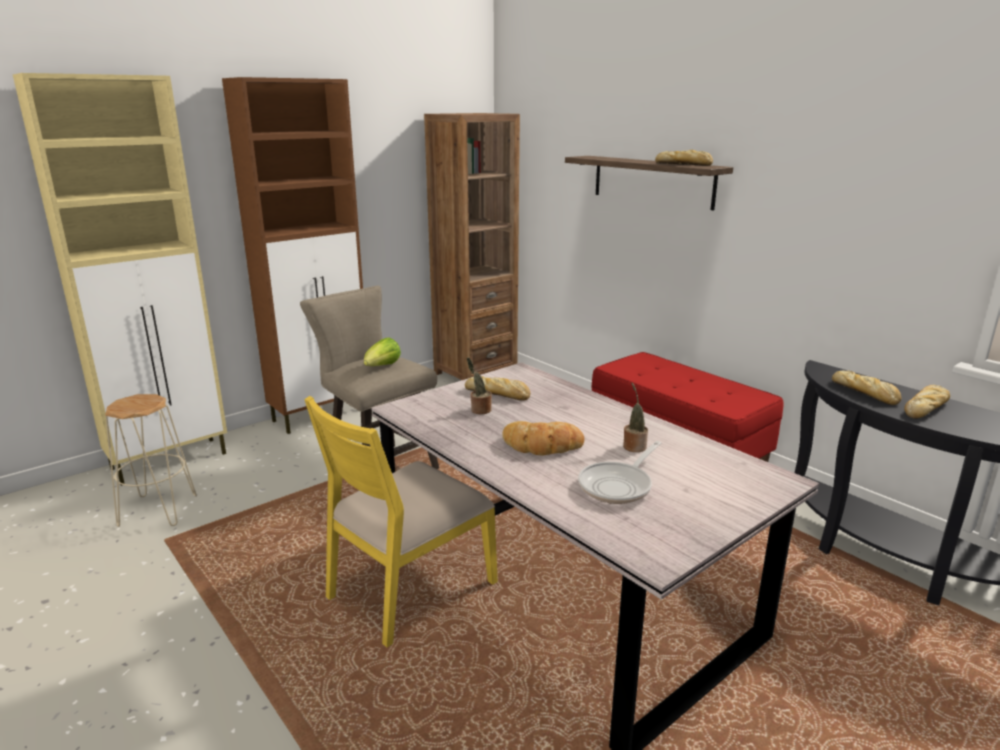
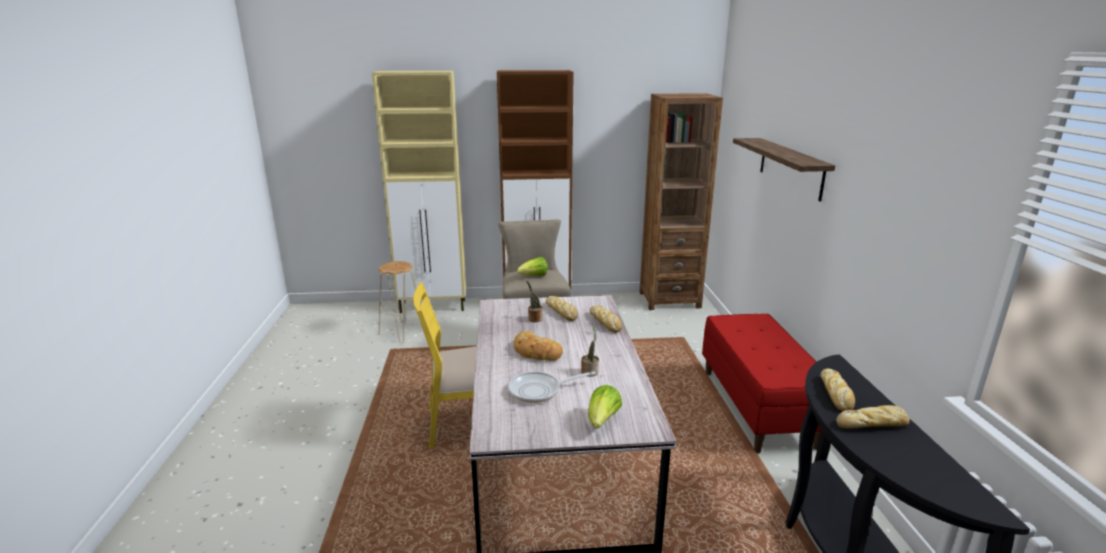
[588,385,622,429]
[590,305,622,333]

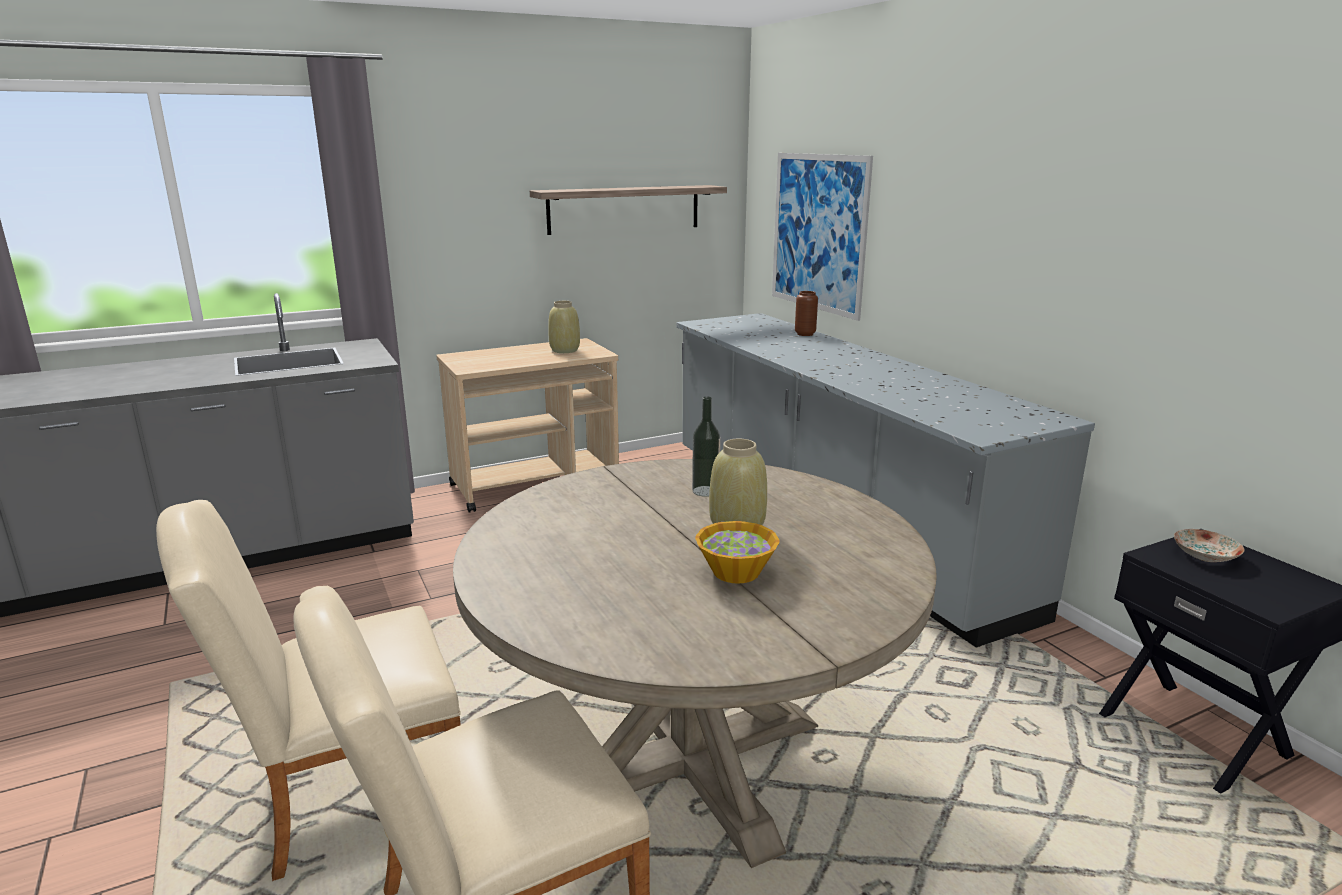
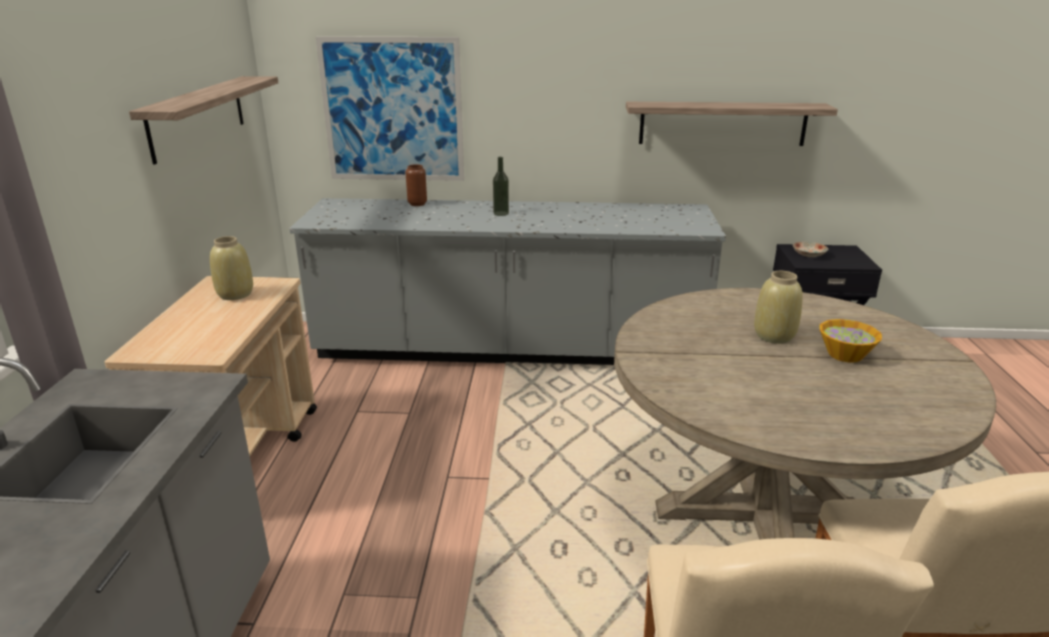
[626,102,838,146]
[493,157,509,216]

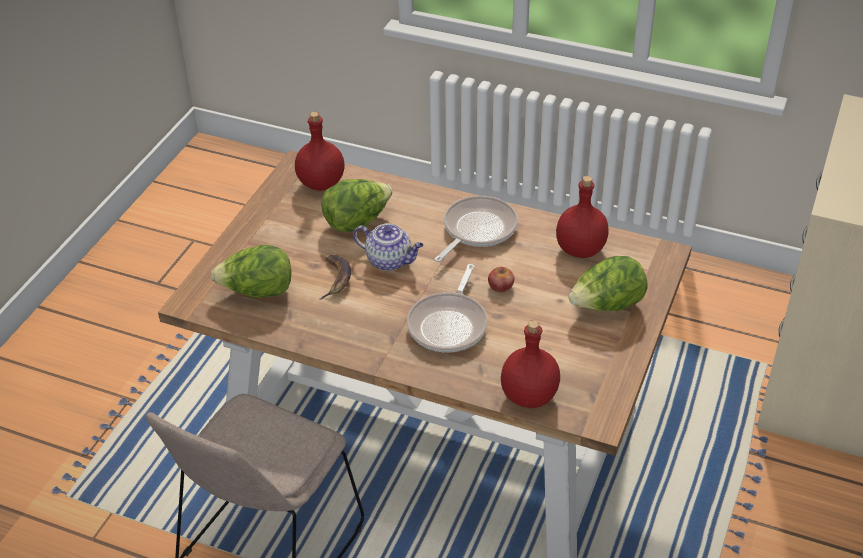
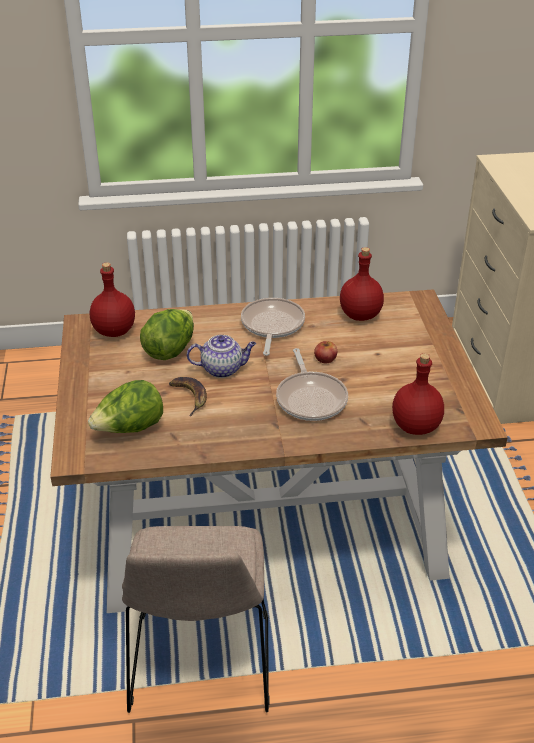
[568,256,647,311] (first image)

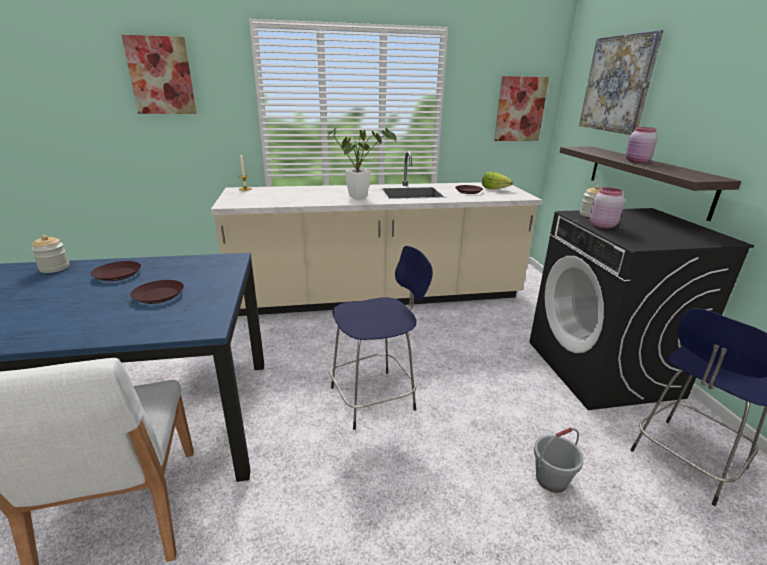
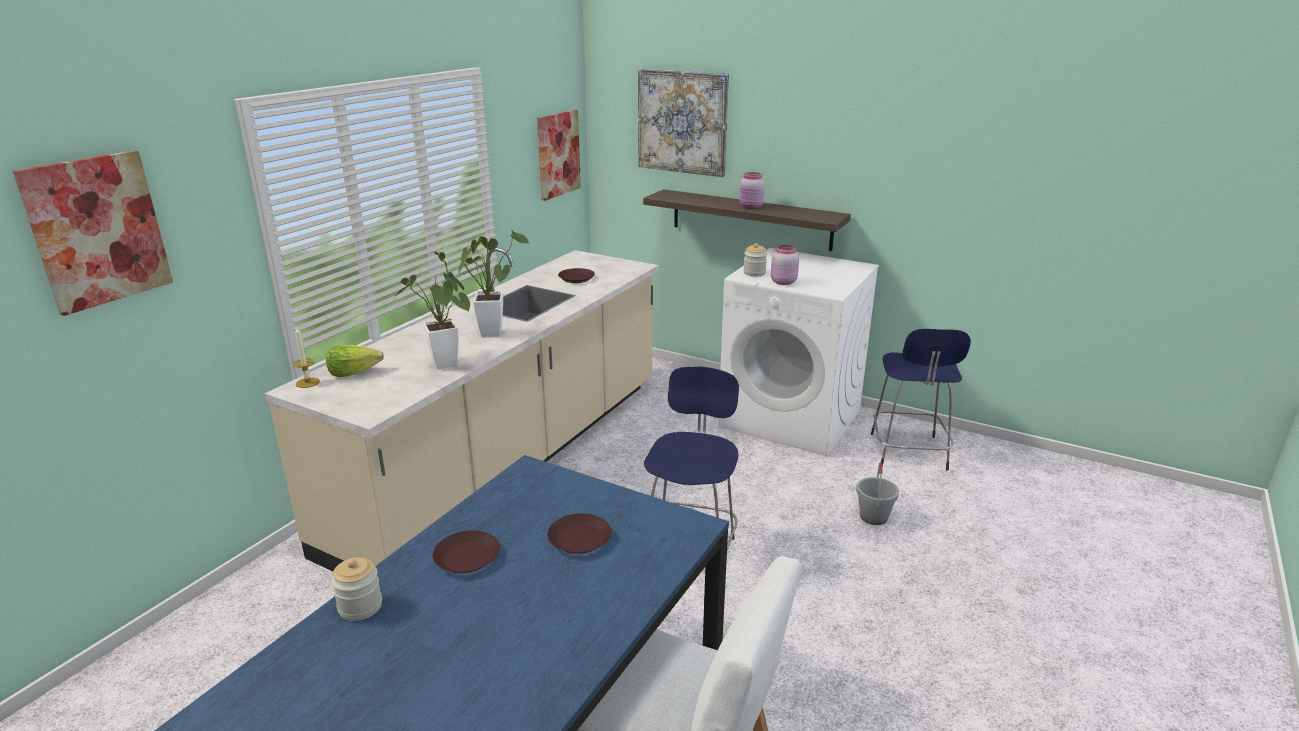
[393,252,470,369]
[326,345,384,377]
[718,248,879,456]

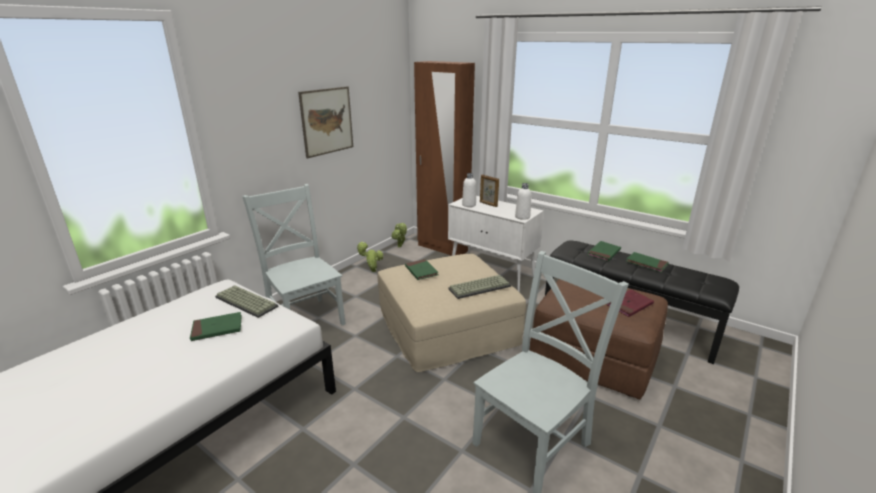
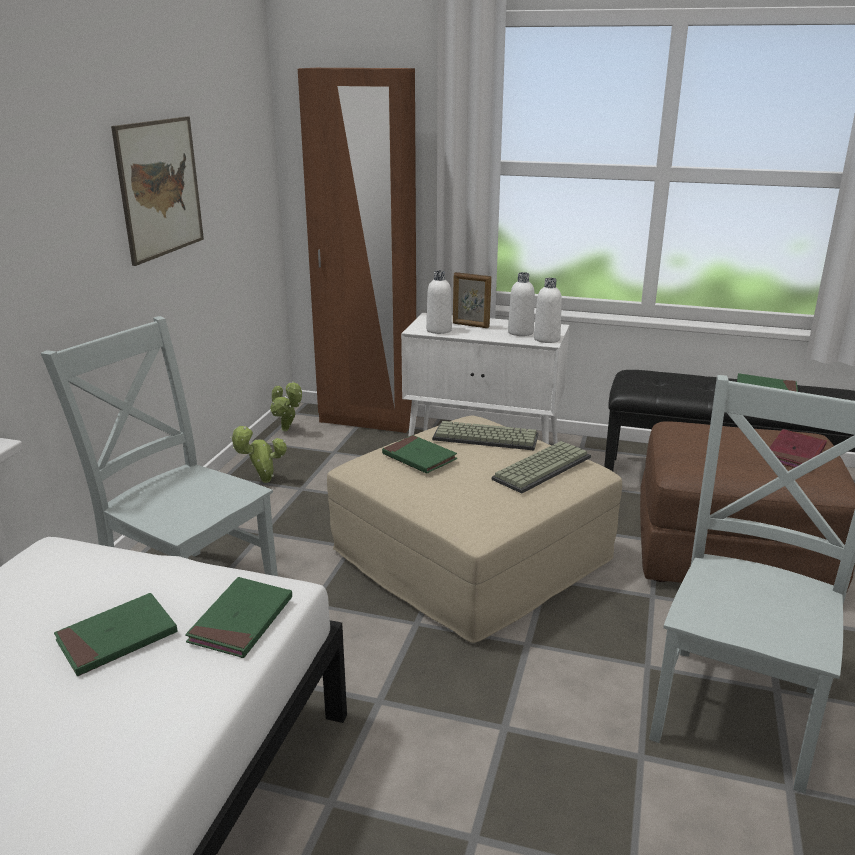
[508,272,535,336]
[432,421,539,450]
[185,577,292,658]

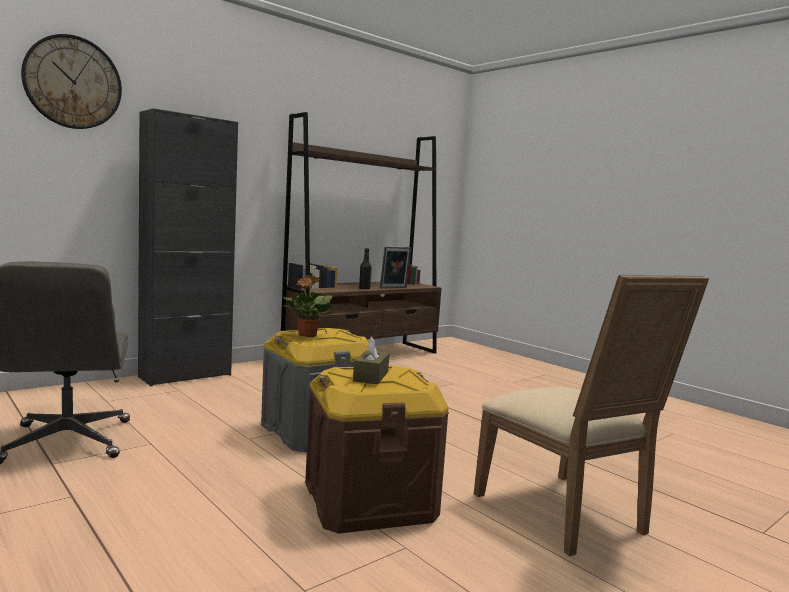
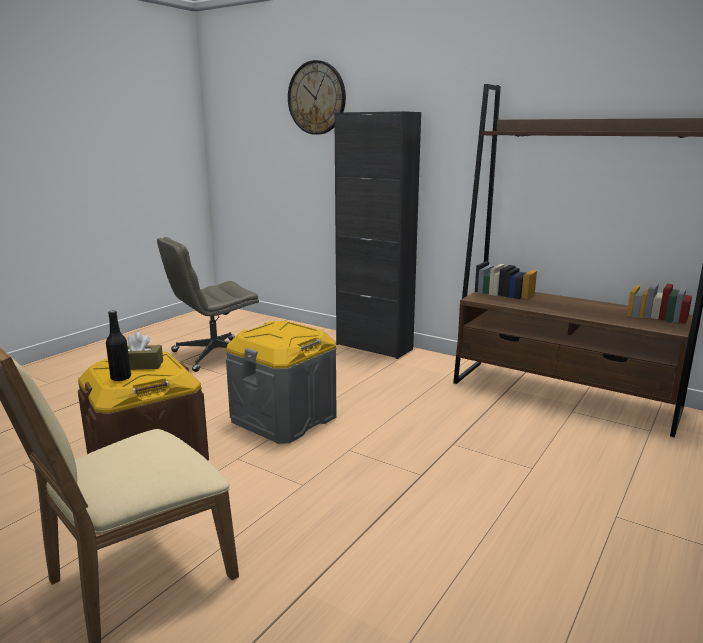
[283,275,332,337] (first image)
[380,246,412,288] (first image)
[106,310,131,381]

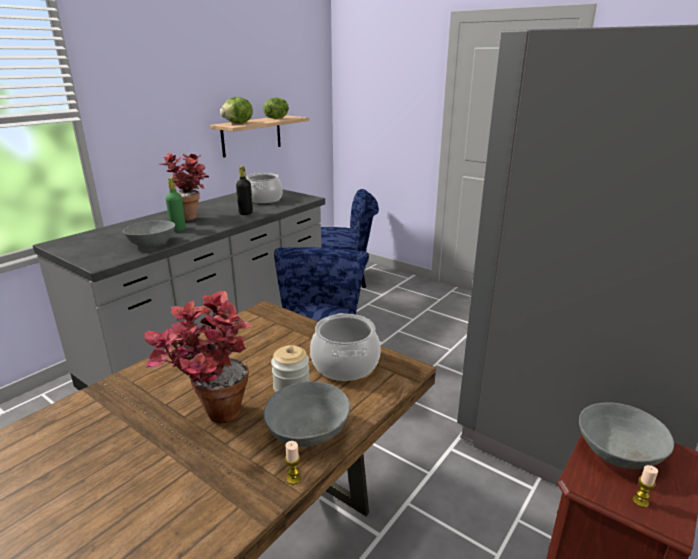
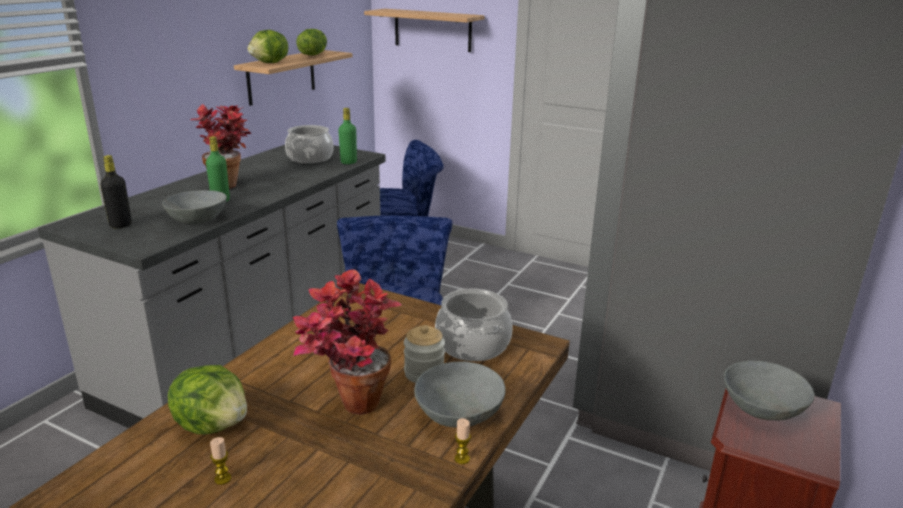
[168,365,247,435]
[339,108,357,164]
[364,9,485,52]
[100,155,132,228]
[210,437,231,485]

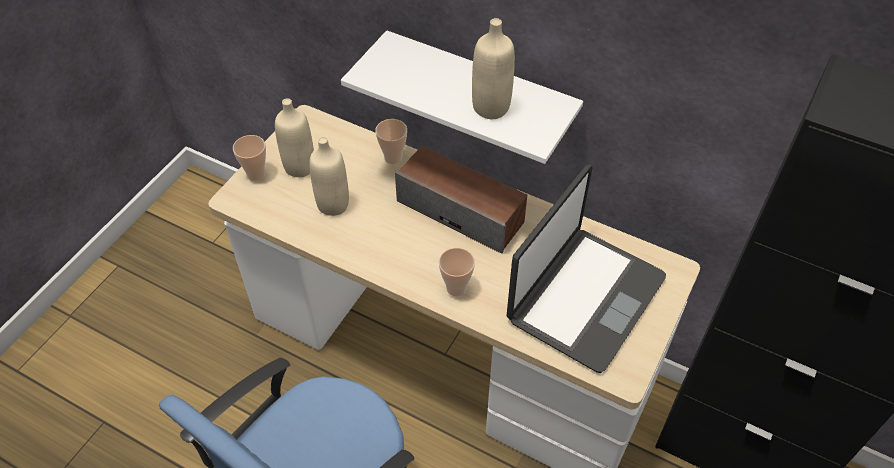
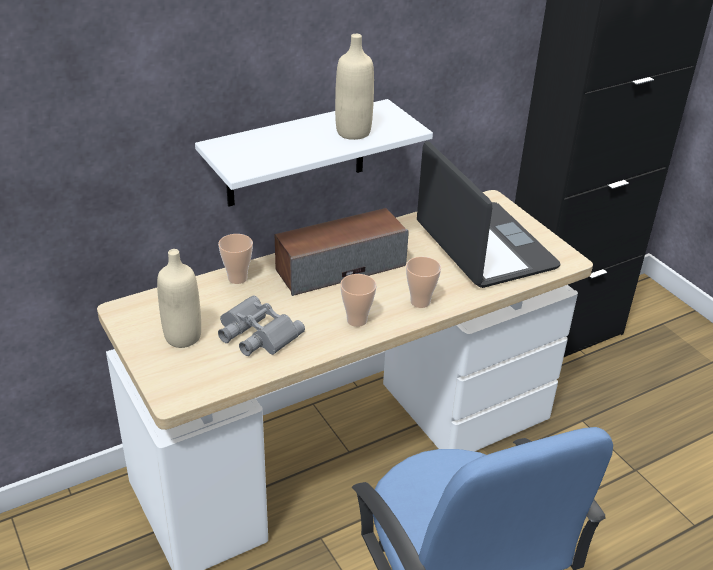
[340,274,377,327]
[218,296,305,356]

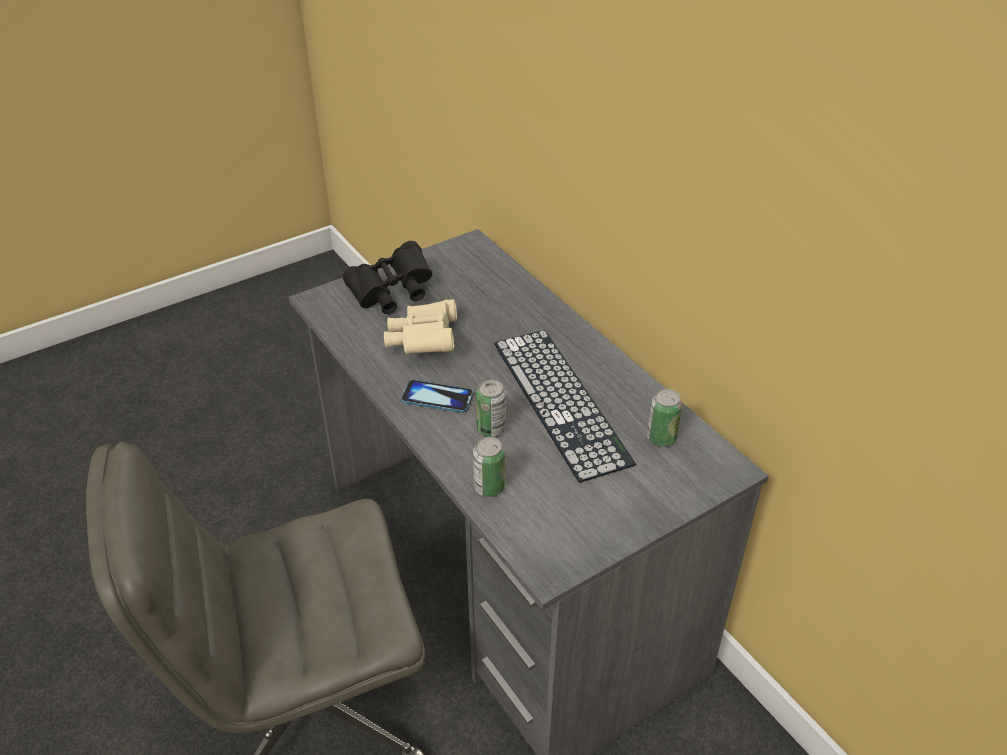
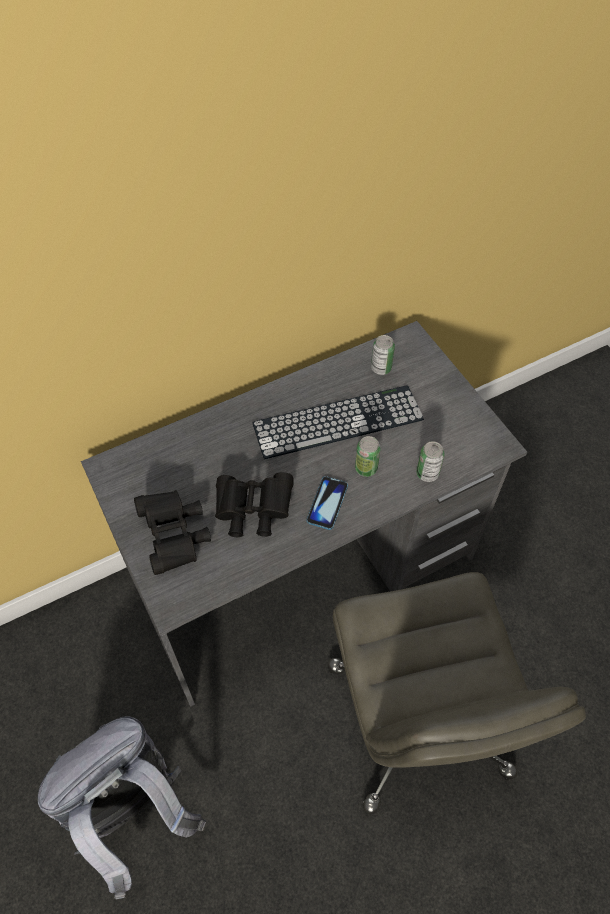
[38,717,206,899]
[215,472,294,537]

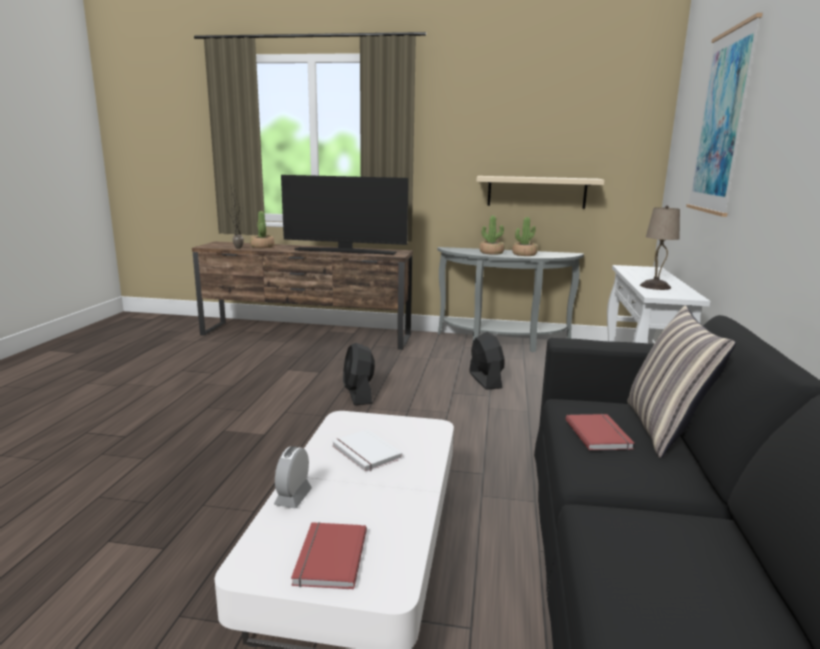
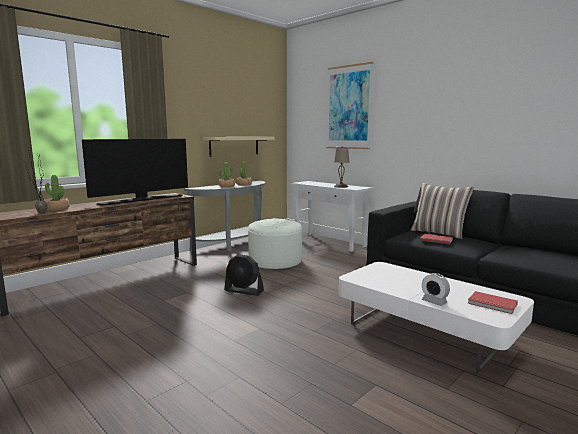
[332,429,403,472] (first image)
[248,218,302,269]

